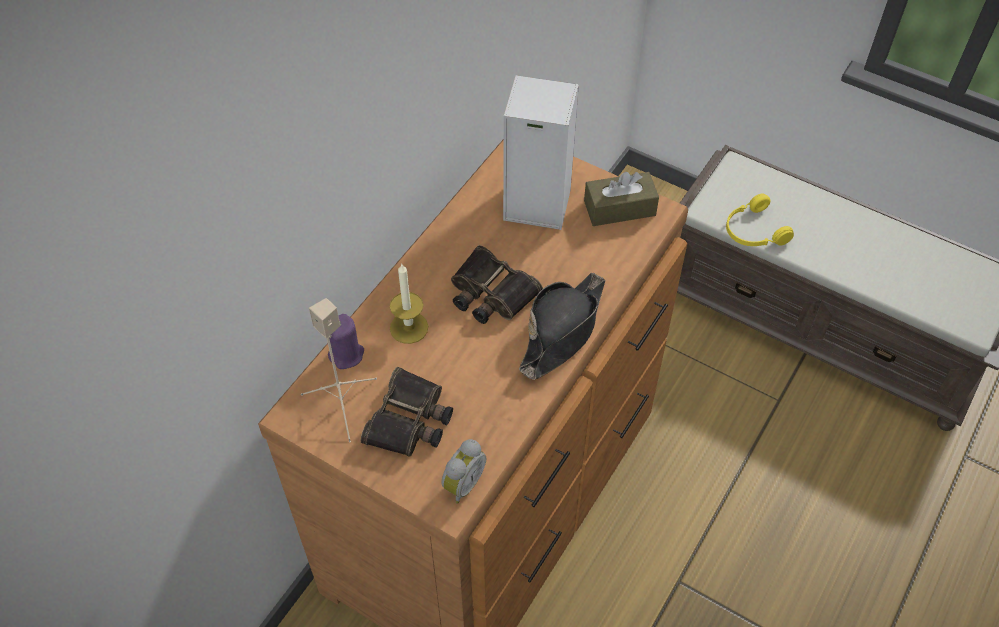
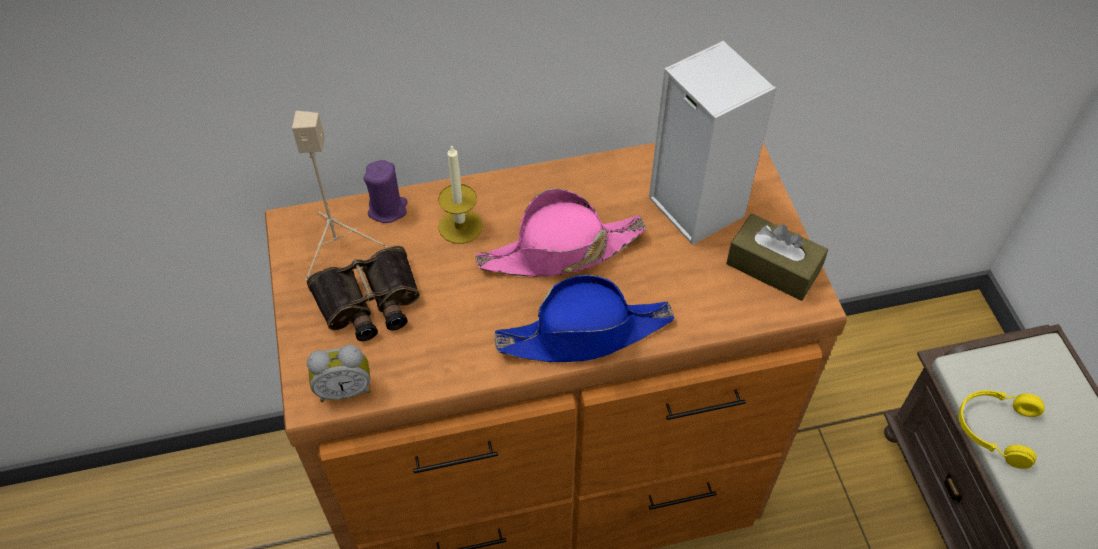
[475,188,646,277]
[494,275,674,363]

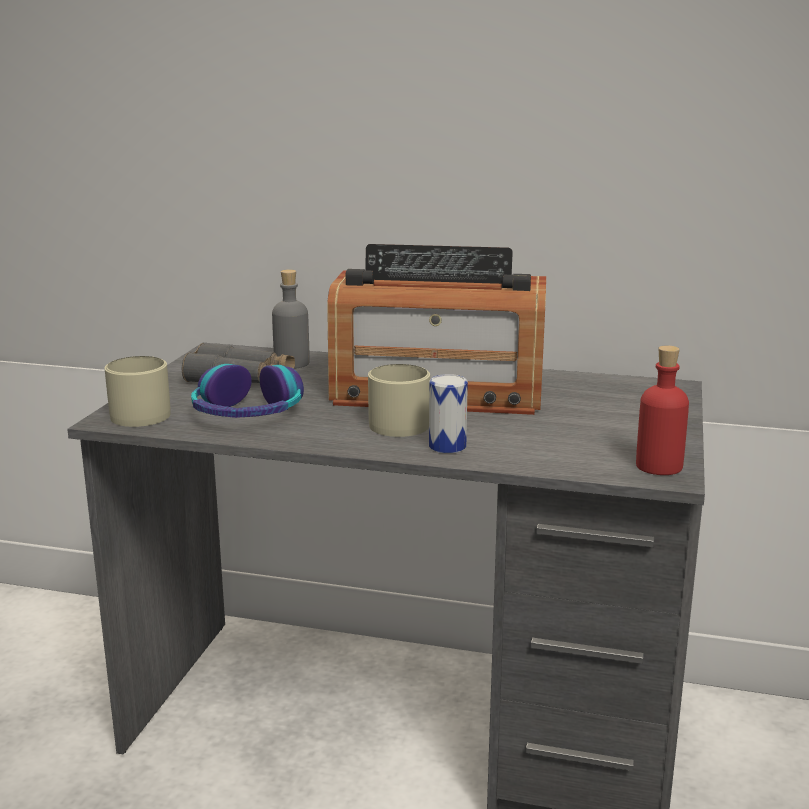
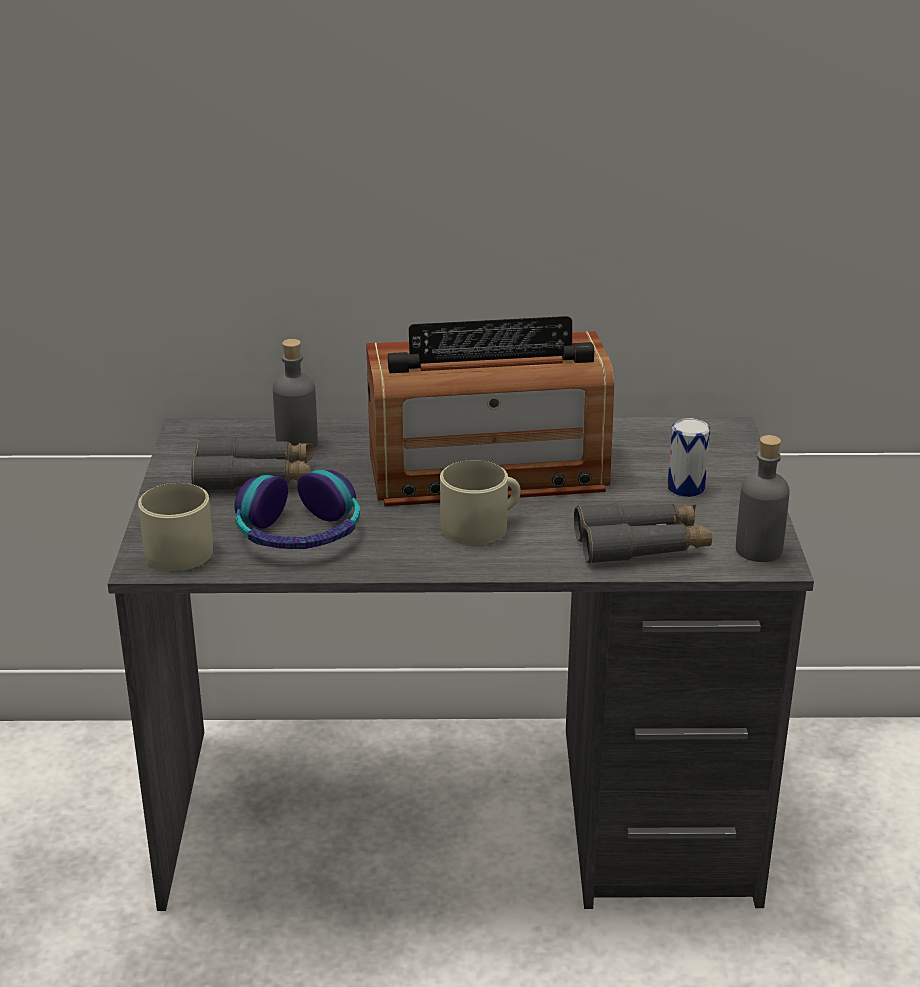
[574,503,712,564]
[667,418,710,497]
[736,435,790,562]

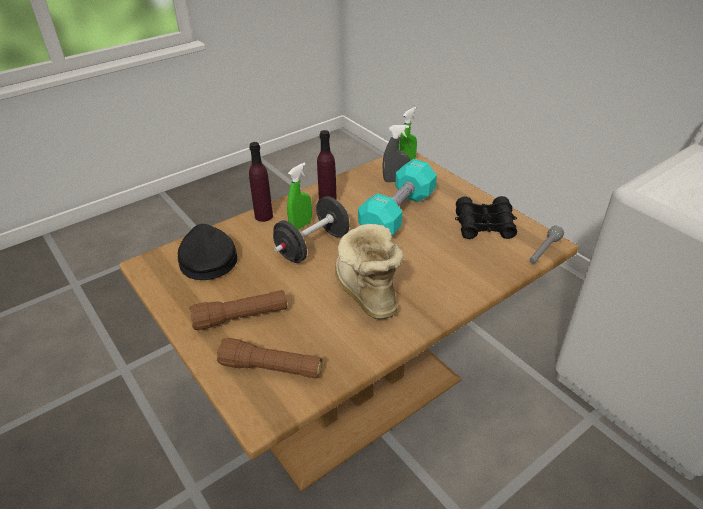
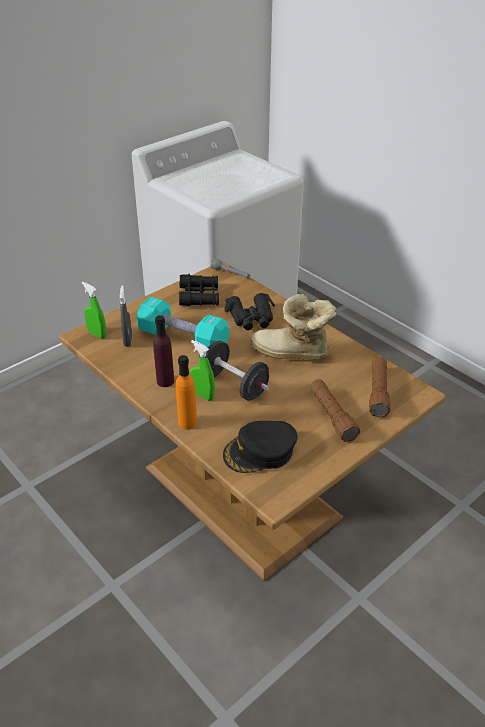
[224,293,275,330]
[176,355,197,430]
[251,294,337,360]

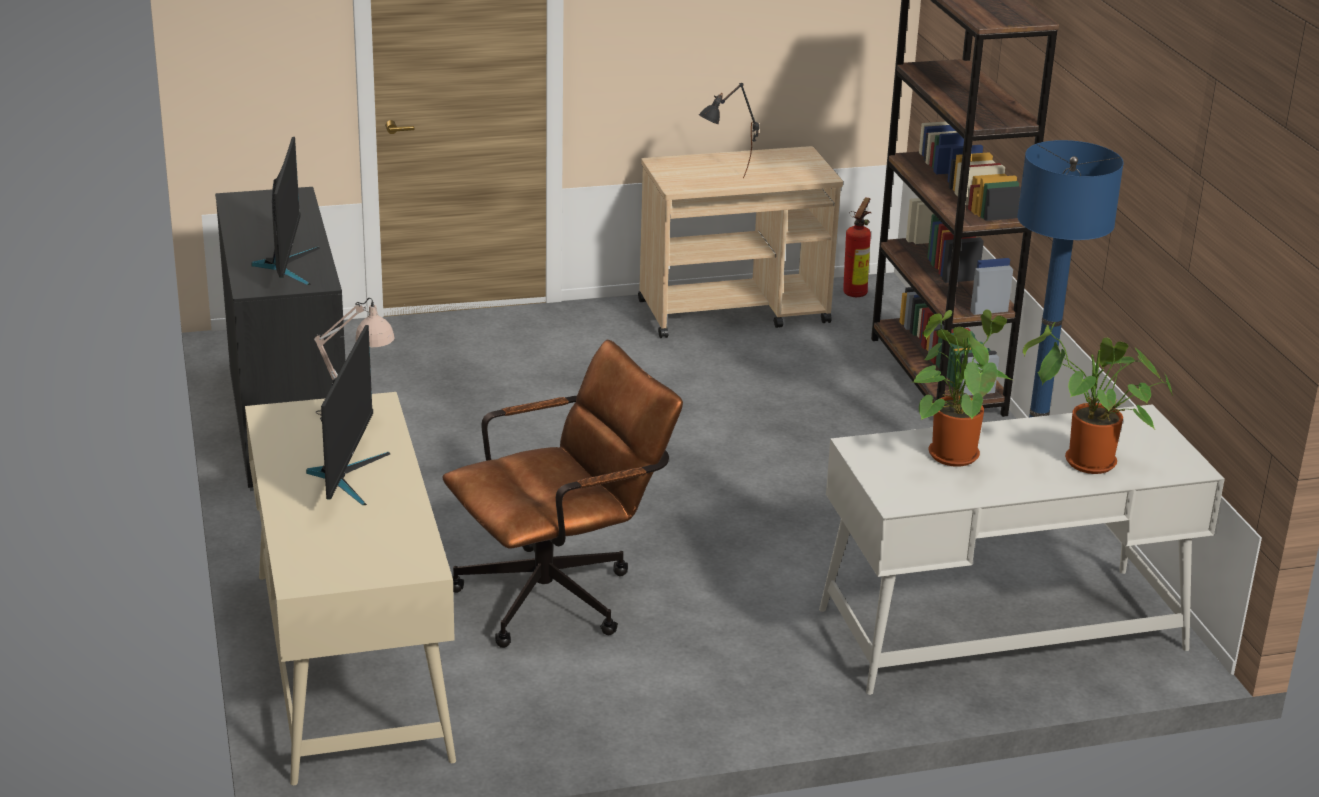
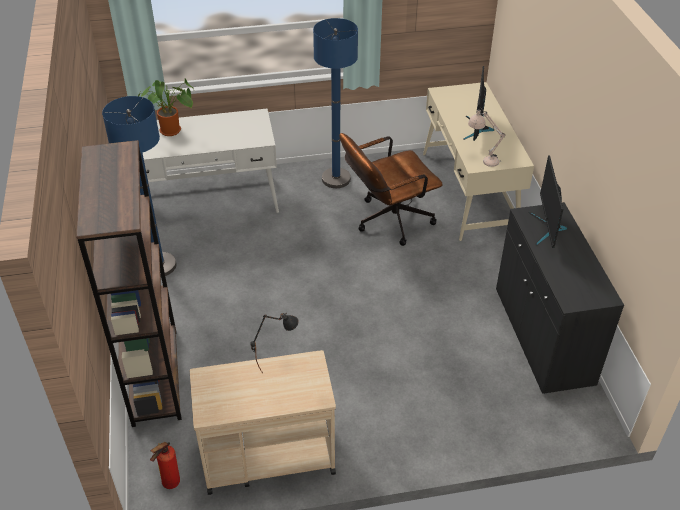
[911,310,1012,467] (first image)
[313,18,358,188]

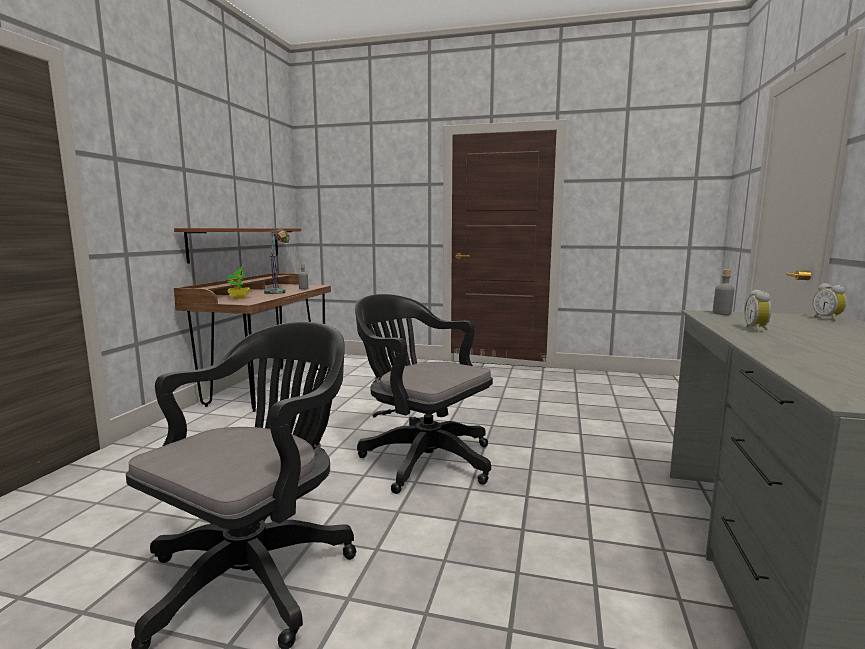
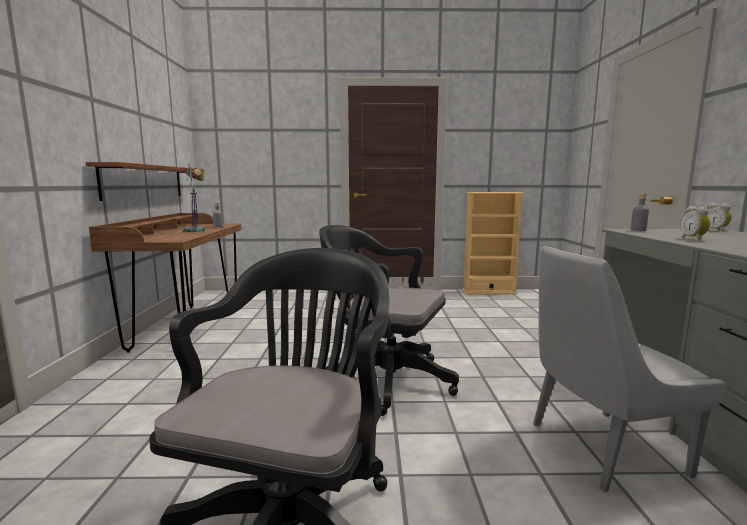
[227,267,250,299] (first image)
[463,192,524,294]
[533,246,725,493]

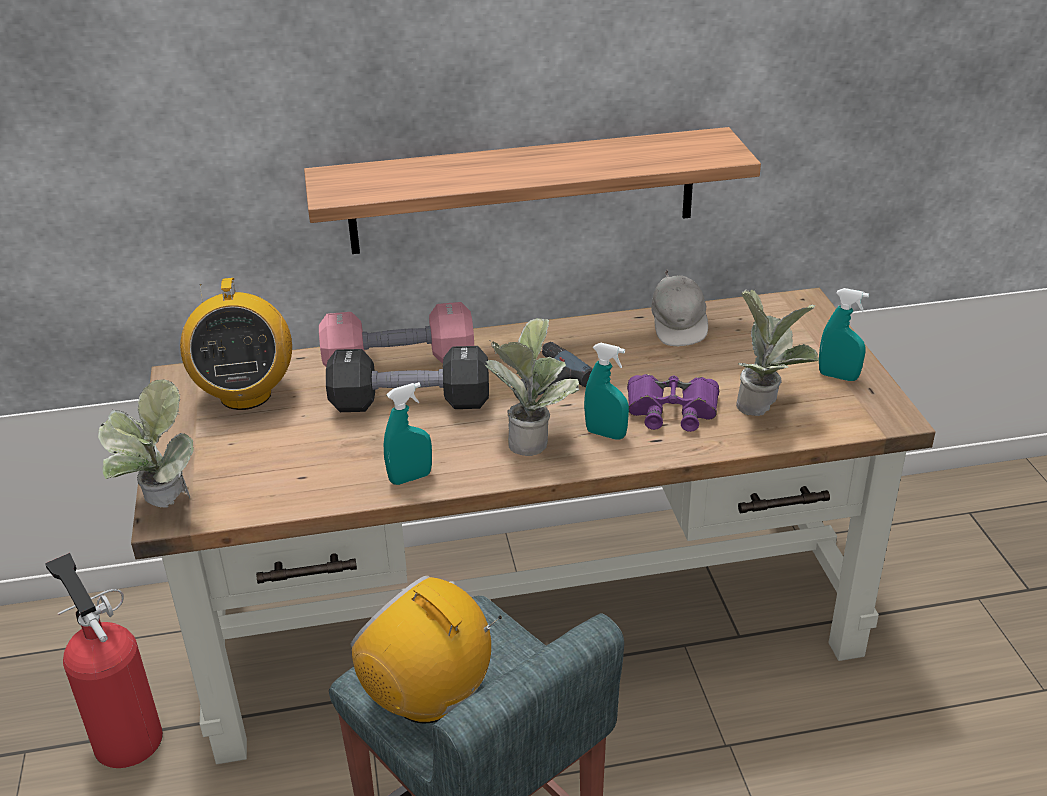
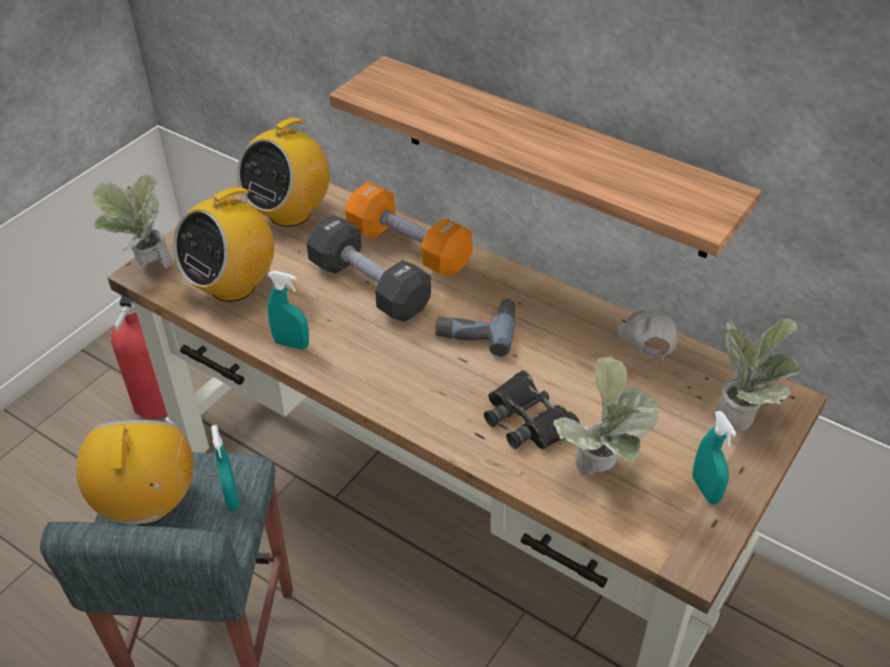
[173,180,274,302]
[714,317,802,432]
[211,425,240,511]
[345,182,473,277]
[484,370,580,449]
[616,310,677,362]

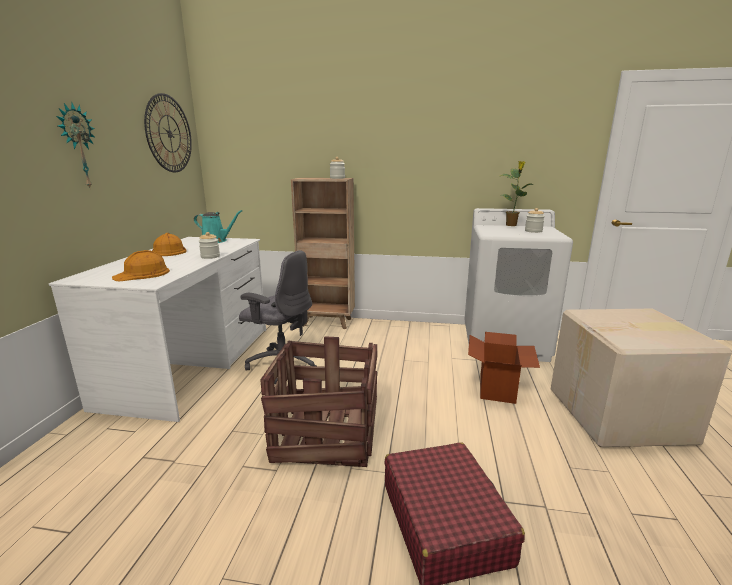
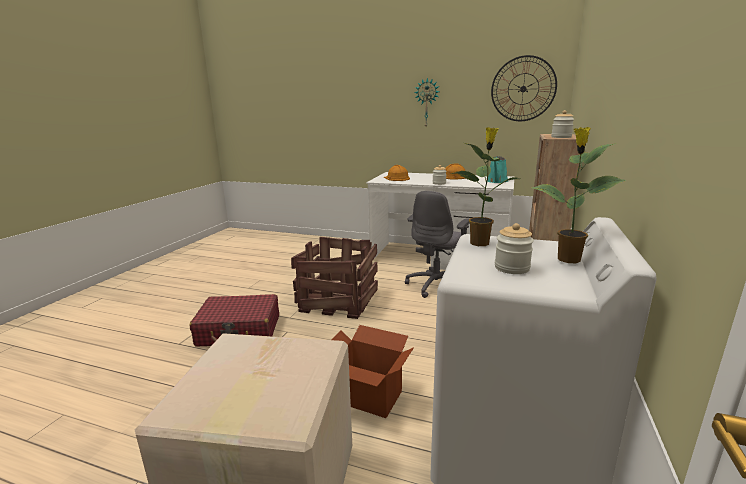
[450,127,519,246]

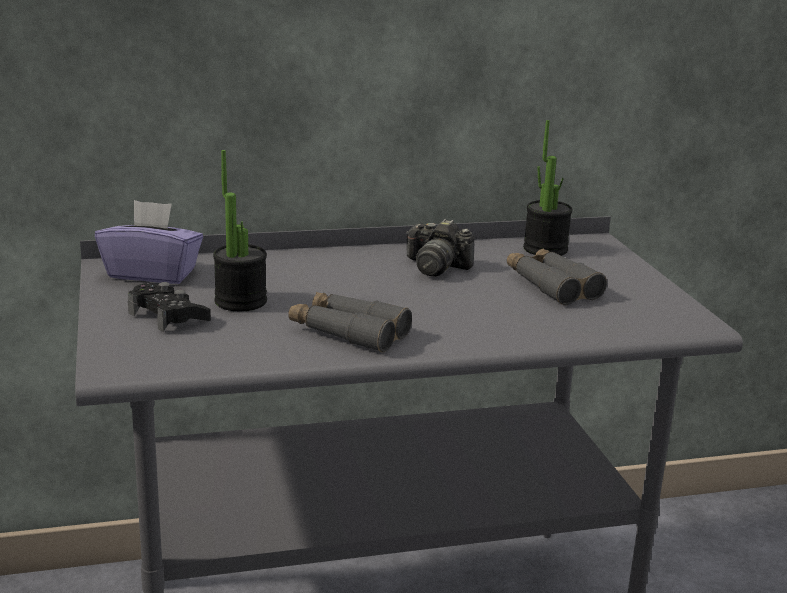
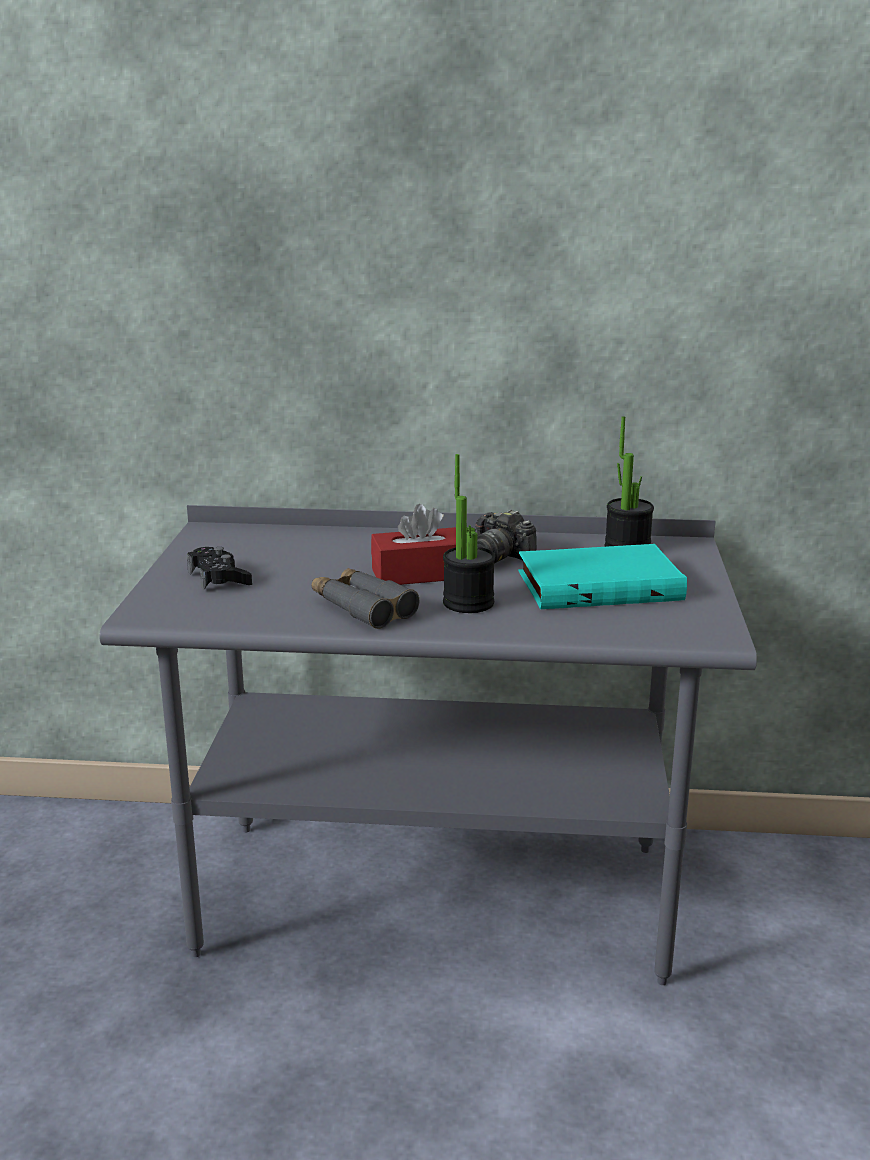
[95,200,203,284] (first image)
[371,504,456,585]
[443,454,495,613]
[518,544,687,609]

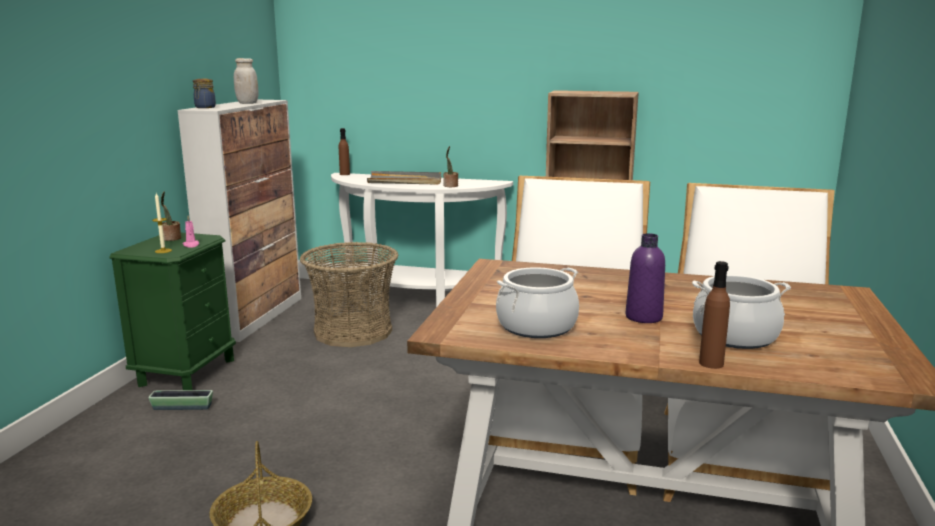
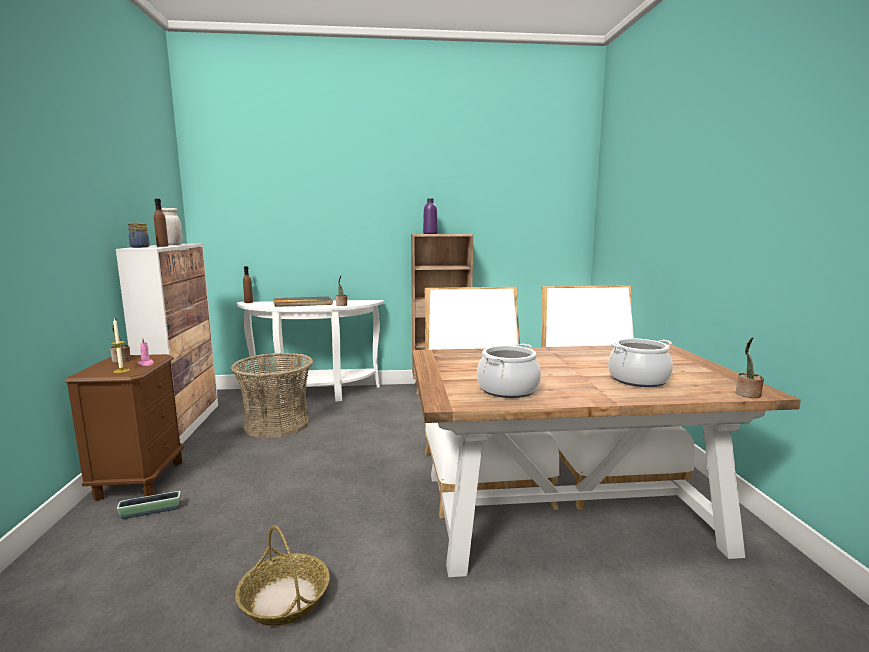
[736,337,764,398]
[423,198,438,234]
[154,199,169,247]
[65,354,184,501]

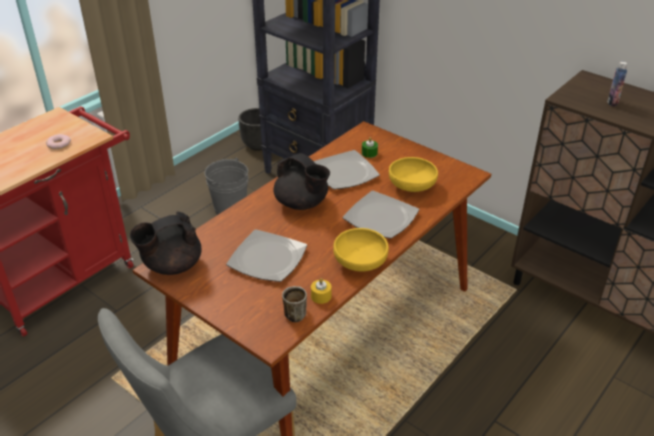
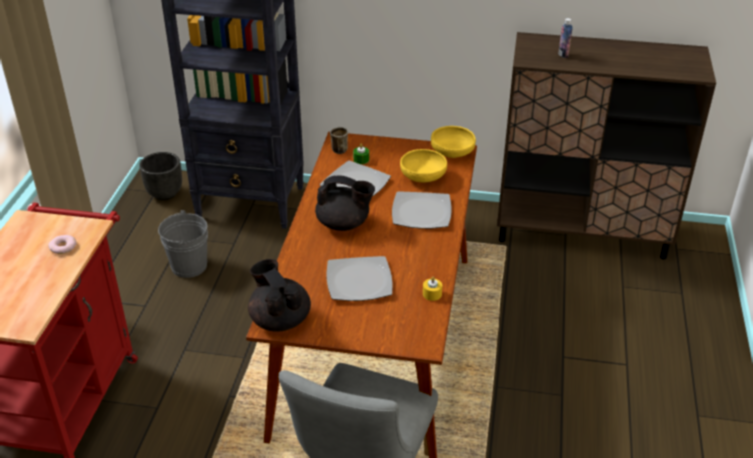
[330,127,348,154]
[431,126,476,158]
[248,259,311,332]

